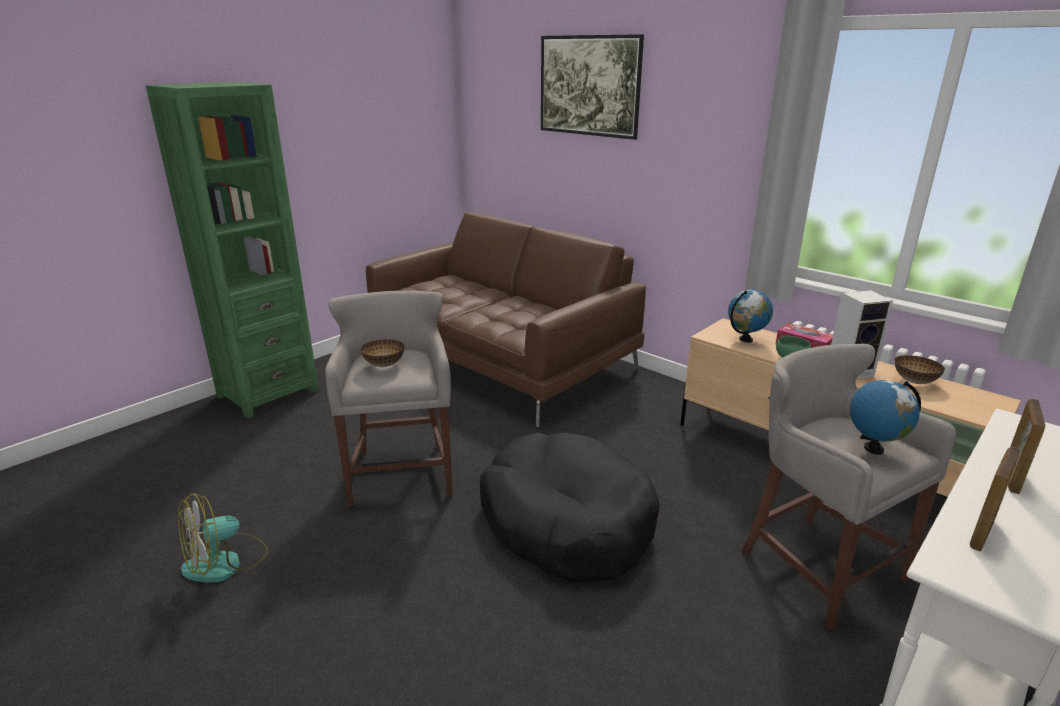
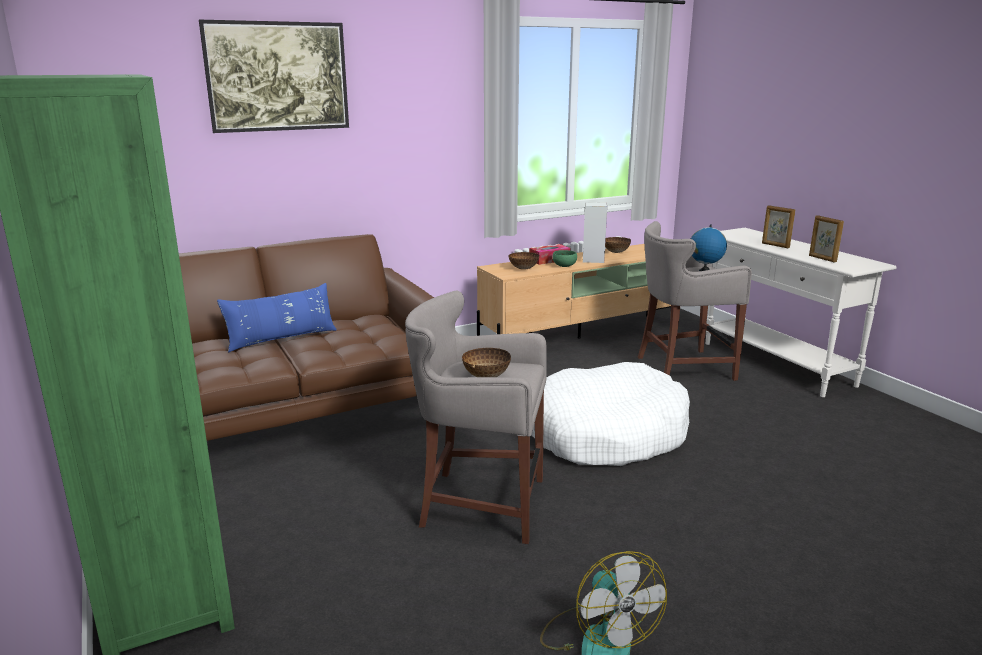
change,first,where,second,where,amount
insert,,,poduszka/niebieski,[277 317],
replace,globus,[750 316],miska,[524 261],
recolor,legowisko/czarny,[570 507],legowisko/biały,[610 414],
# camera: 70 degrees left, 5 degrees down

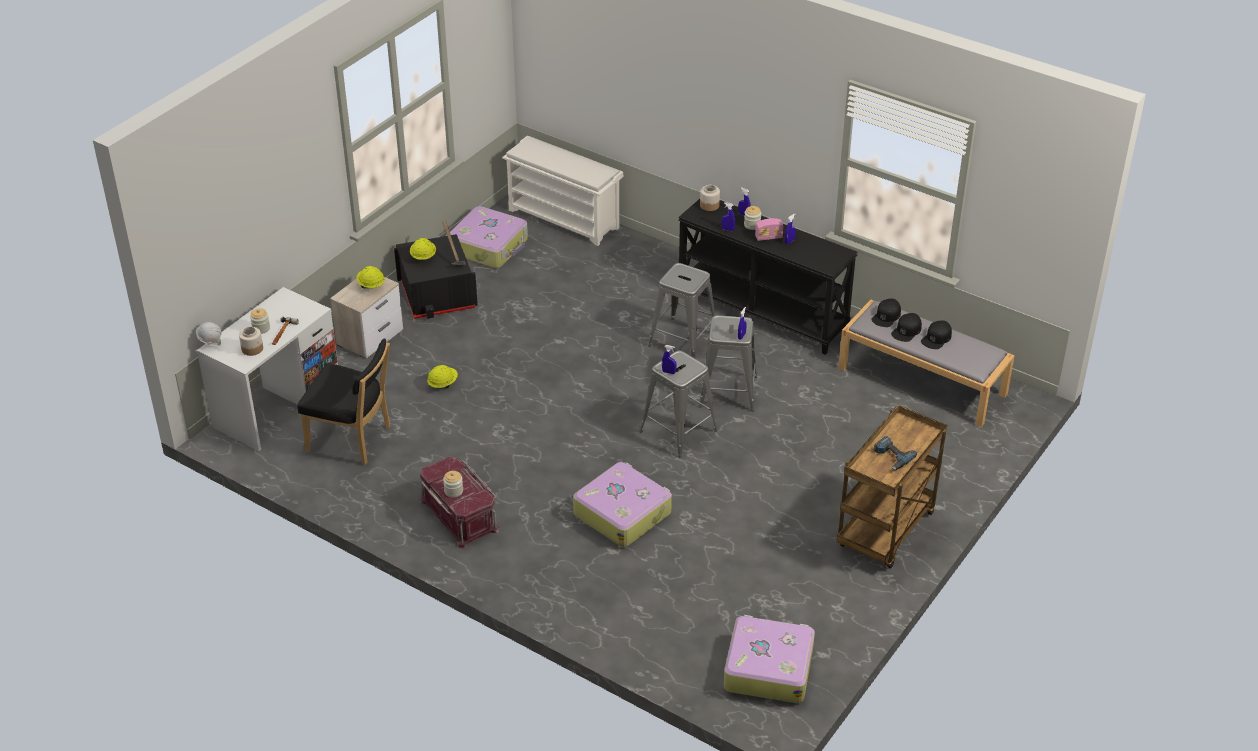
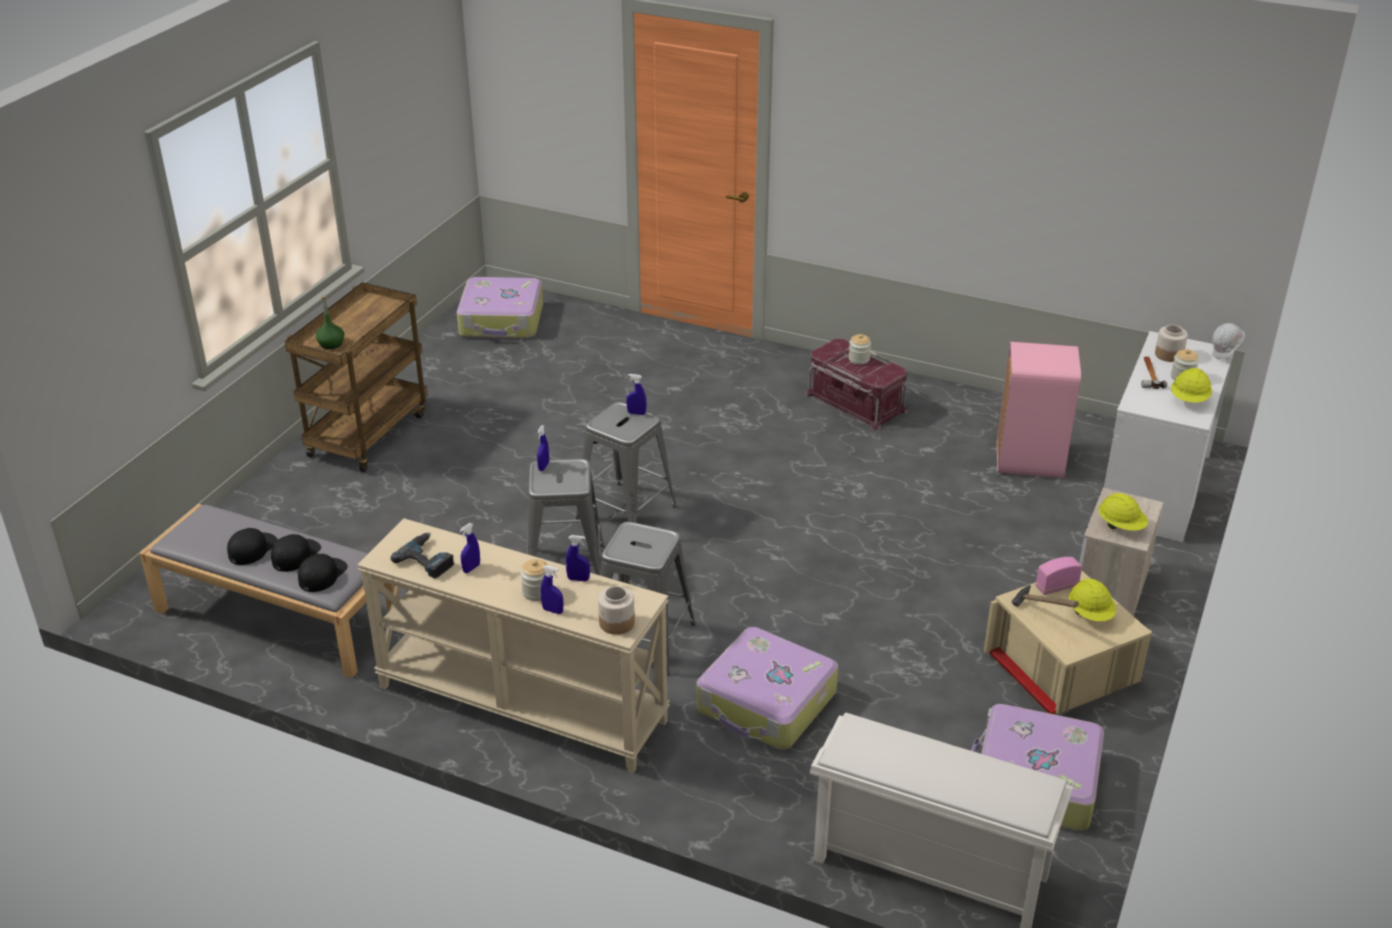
change,first,where,second,where,amount
insert,,,butelka/zielony,[330 322],
move,kask/żółty,[442 376],,[1191 385],
move,walizka,[622 504],,[767 688],
move,radio,[769 229],,[1059 576],
move,wiertarka,[895 453],,[422 555],
replace,krzesło/czarny,[344 401],kosz na śmieci/różowy,[1039 410],
recolor,pojemnik do przechowywania/czarny,[436 276],pojemnik do przechowywania/beżowy,[1068 642],
recolor,stolik konsolowy/czarny,[768 277],stolik konsolowy/beżowy,[513 645],
# camera: 170 degrees right, 5 degrees down

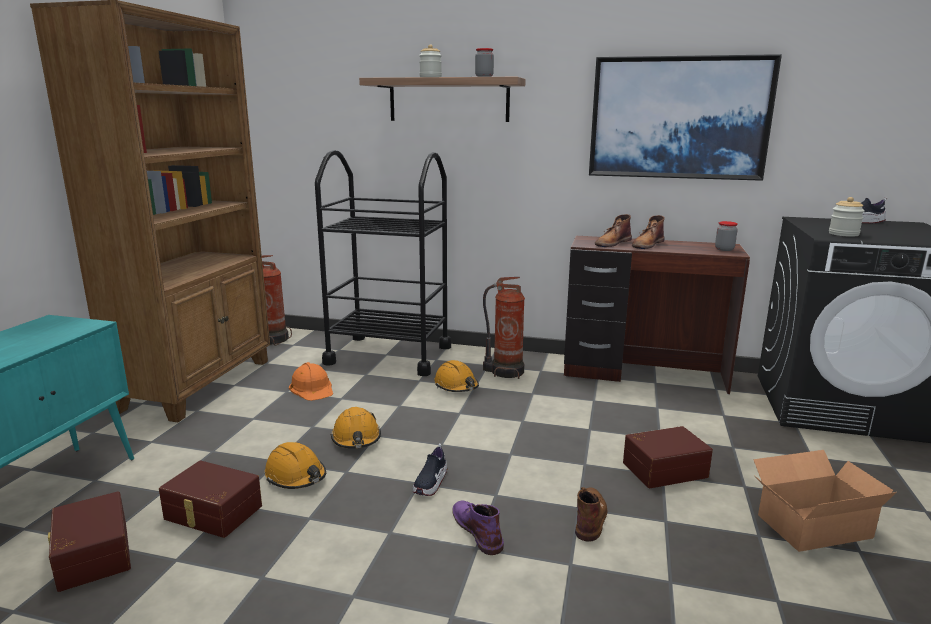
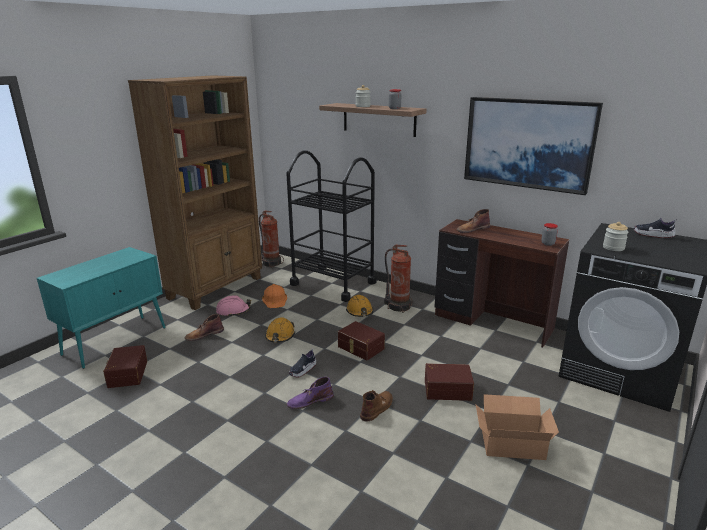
change,first,where,second,where,amount
delete,kask/pomarańczowy,[295 465],,,
insert,,,kask/różowy,[233 306],
move,pojemnik do przechowywania/brązowy,[210 499],,[361 341],
move,but z cholewką/brązowy,[648 232],,[204 327],
rotate,but z cholewką/fioletowy,[478 528],,[310 393],105 degrees counterclockwise
# camera: 20 degrees right, 5 degrees up

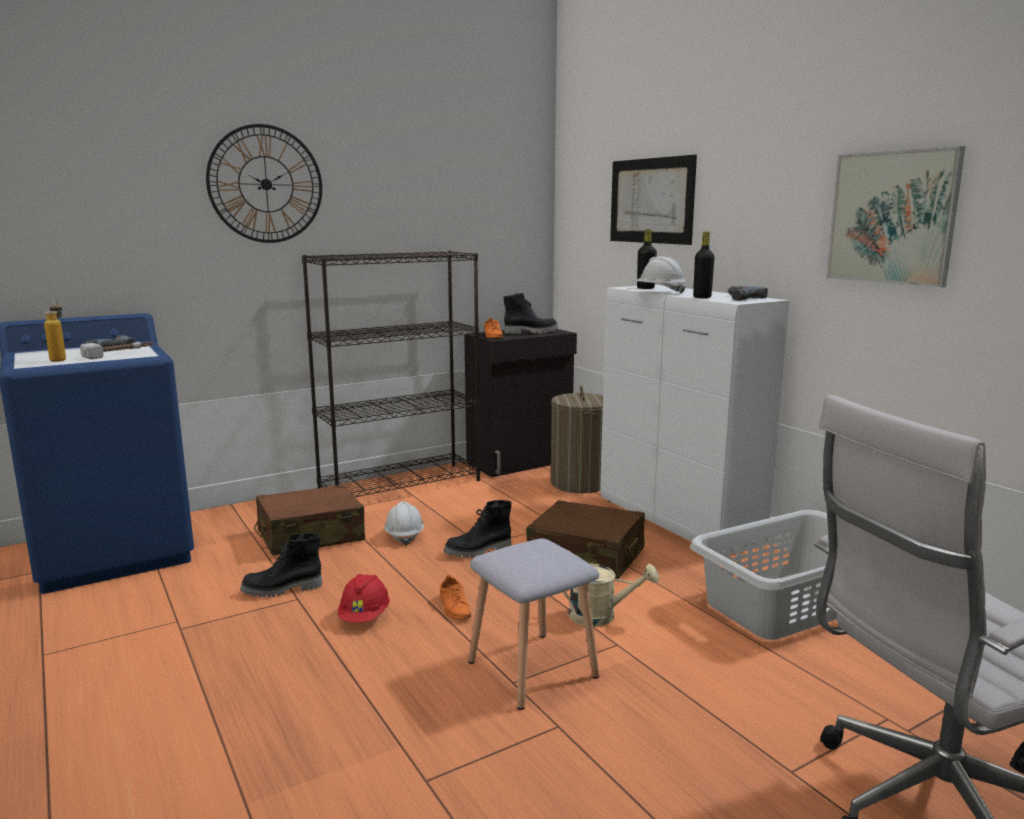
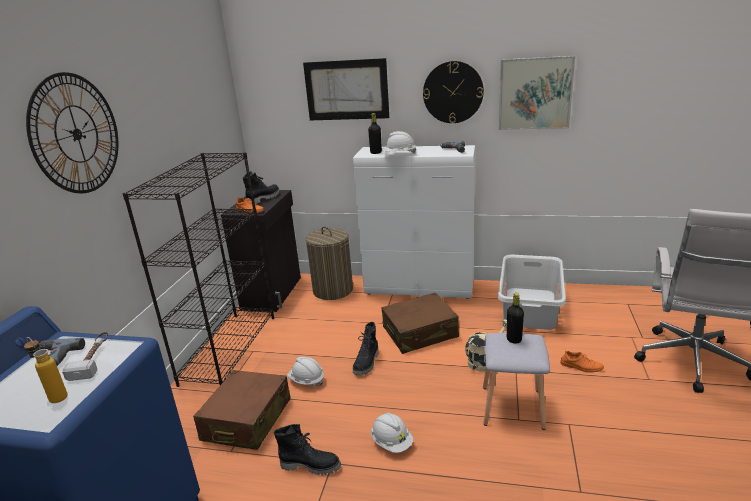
change,first,where,second,where,amount
insert,,,zegar ścienny,[453 92],
move,but/pomarańczowy,[455 597],,[582 361],
move,butelka/czarny,[704 264],,[515 318],
recolor,kask/czerwony,[364 598],kask/biały,[392 433],
rotate,but z cholewką/czarny,[281 565],,[307 449],105 degrees counterclockwise
# camera: 45 degrees left, 10 degrees up

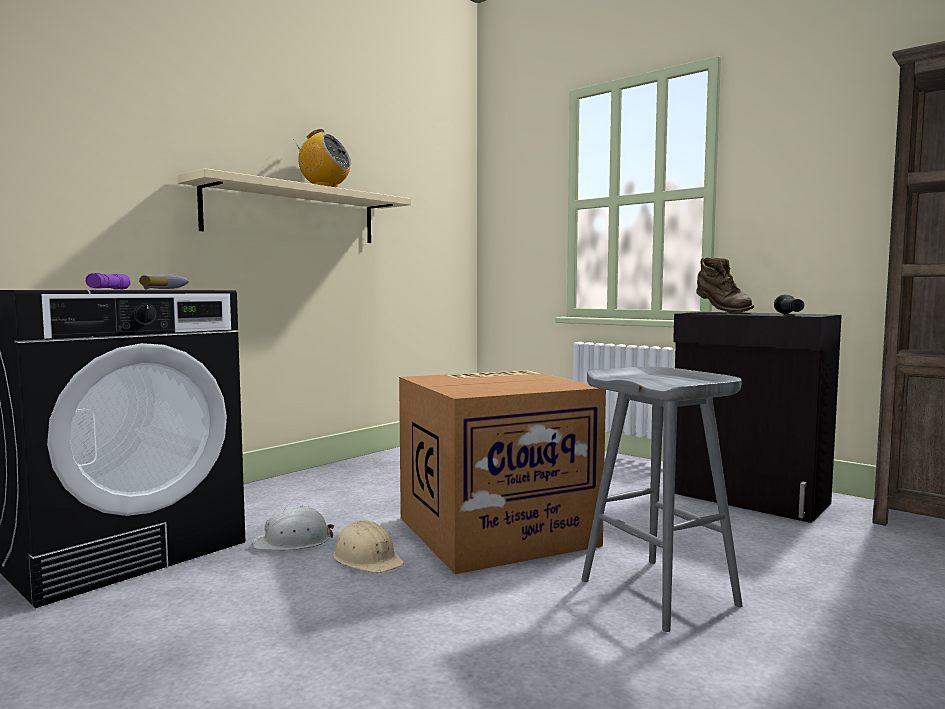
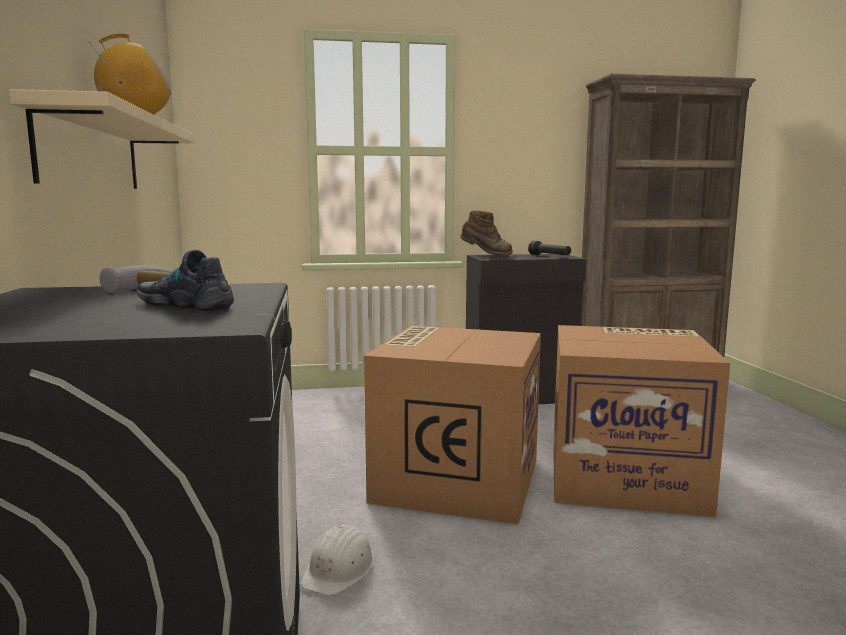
change,first,where,second,where,amount
delete,kask/beżowy,[368 546],,,
replace,latarka/fioletowy,[108 281],but,[185 280],
replace,stołek/szary,[662 499],karton,[641 421],
# camera: 50 degrees left, 5 degrees up

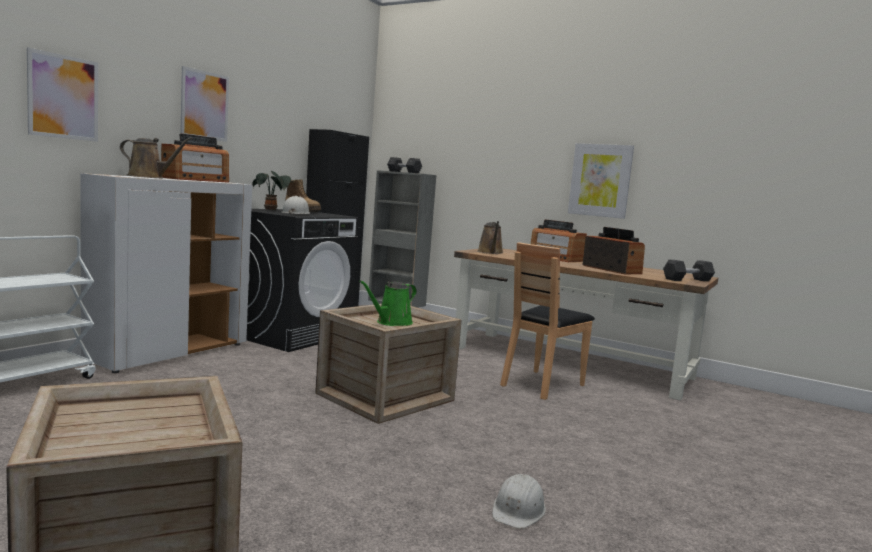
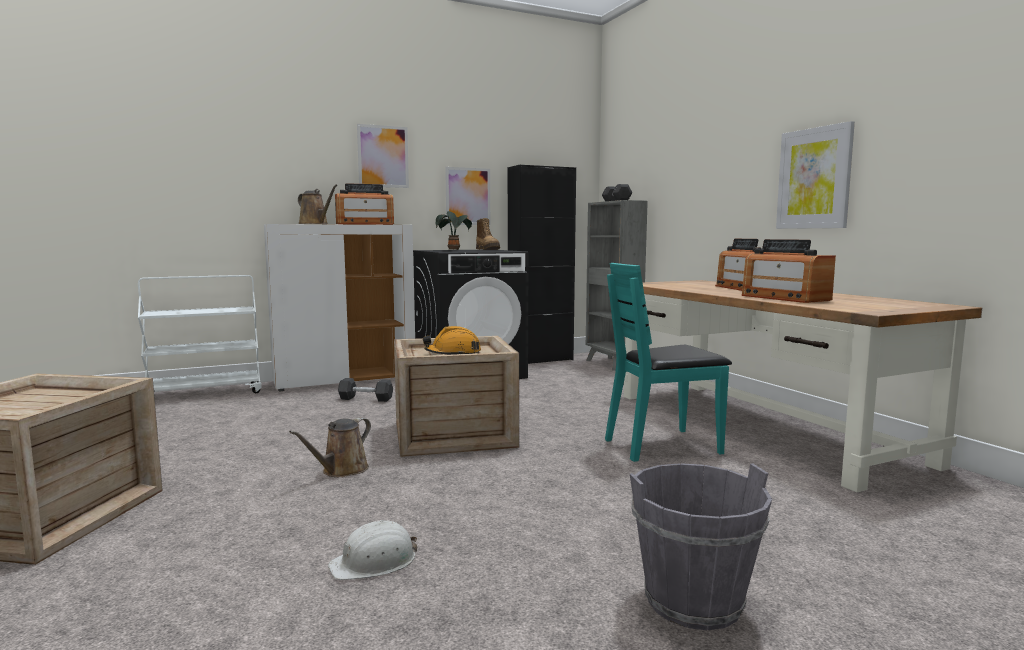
change,first,where,second,where,amount
delete,kask/biały,[295 205],,,
insert,,,wiadro/szary,[701 546],
move,obraz,[62 94],,[467 196],
move,konewka/brązowy,[490 237],,[330 447],
move,hantel/szary,[689 270],,[365 390],
replace,konewka/zielony,[388 303],kask/pomarańczowy,[452 340],
recolor,krzesło/brązowy,[547 321],krzesło/turkusowy,[668 362],
rotate,radio,[613 250],,[789 271],150 degrees clockwise
# camera: 35 degrees right, 0 degrees up

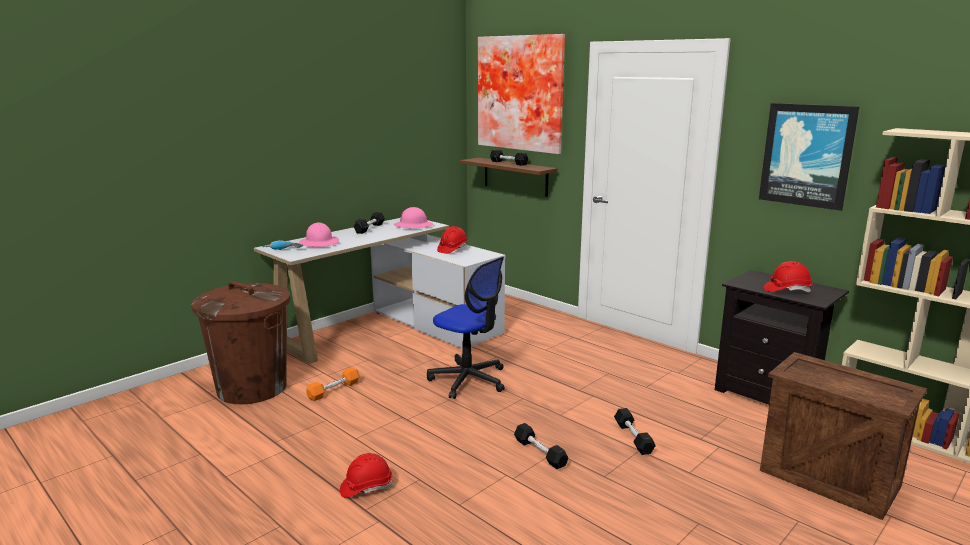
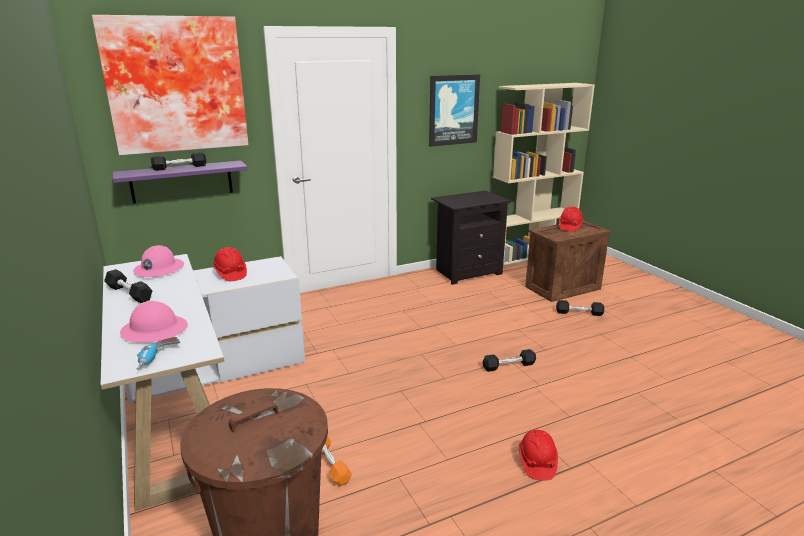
change,first,where,second,where,amount
delete,krzesło biurowe,[466 328],,,
move,hantel/czarny,[635 431],,[580 308],
move,kask/czerwony,[788 276],,[571 218],
recolor,półka/brązowy,[508 177],półka/fioletowy,[180 182],
# camera: 70 degrees left, 5 degrees up

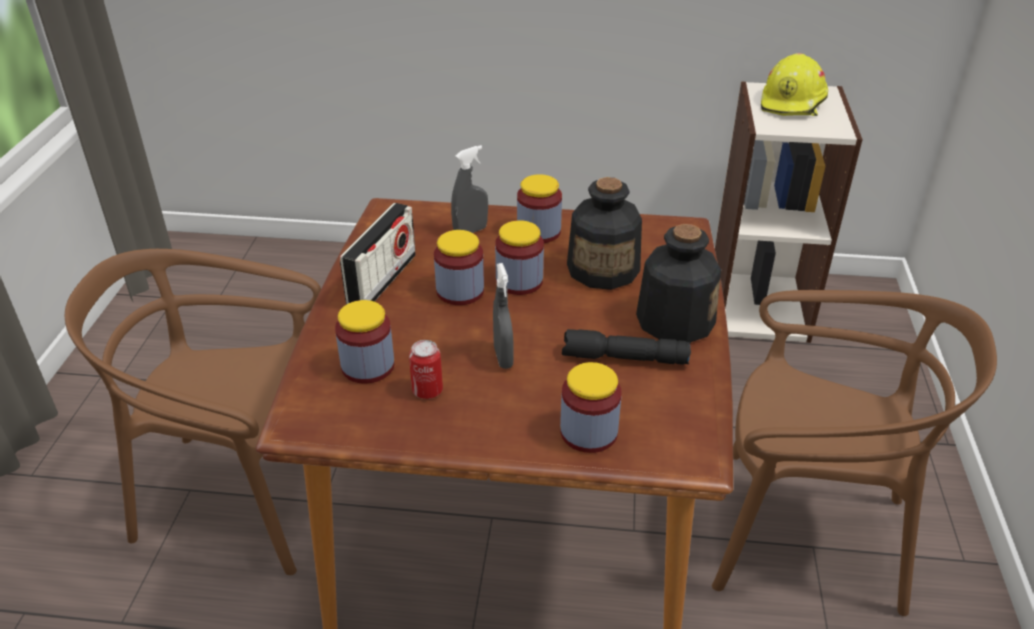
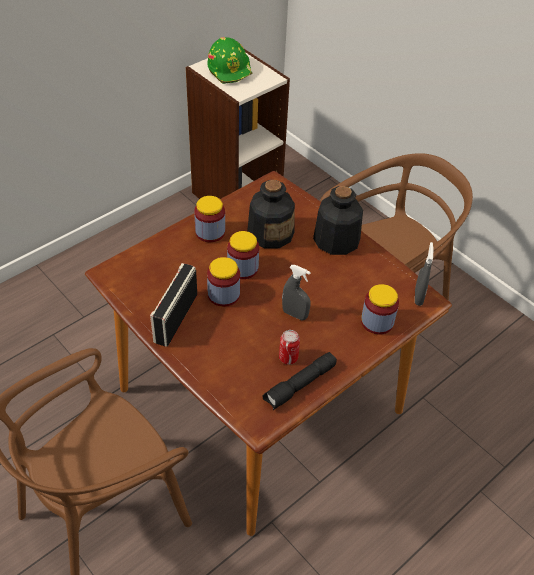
change,first,where,second,where,amount
delete,słoik,[364 342],,,
move,spryskiwacz/szary,[469 189],,[424 274],
move,latarka/czarny,[626 347],,[299 381],
recolor,kask/żółty,[794 84],kask/zielony,[230 60],
rotate,radio,[378 254],,[173 305],135 degrees counterclockwise
# camera: 50 degrees left, 10 degrees up

